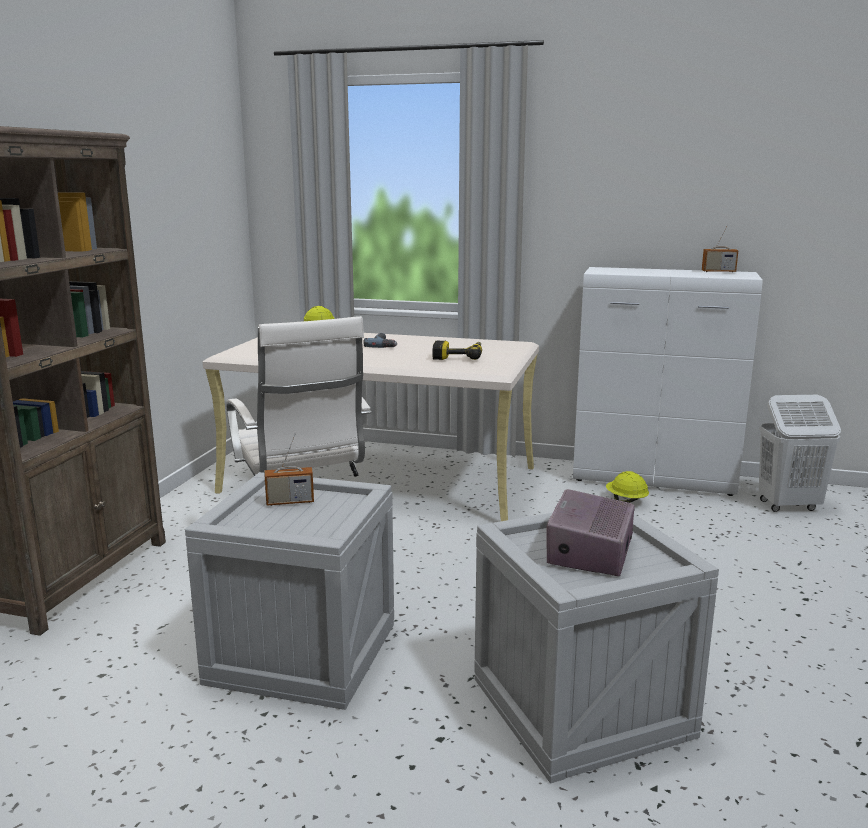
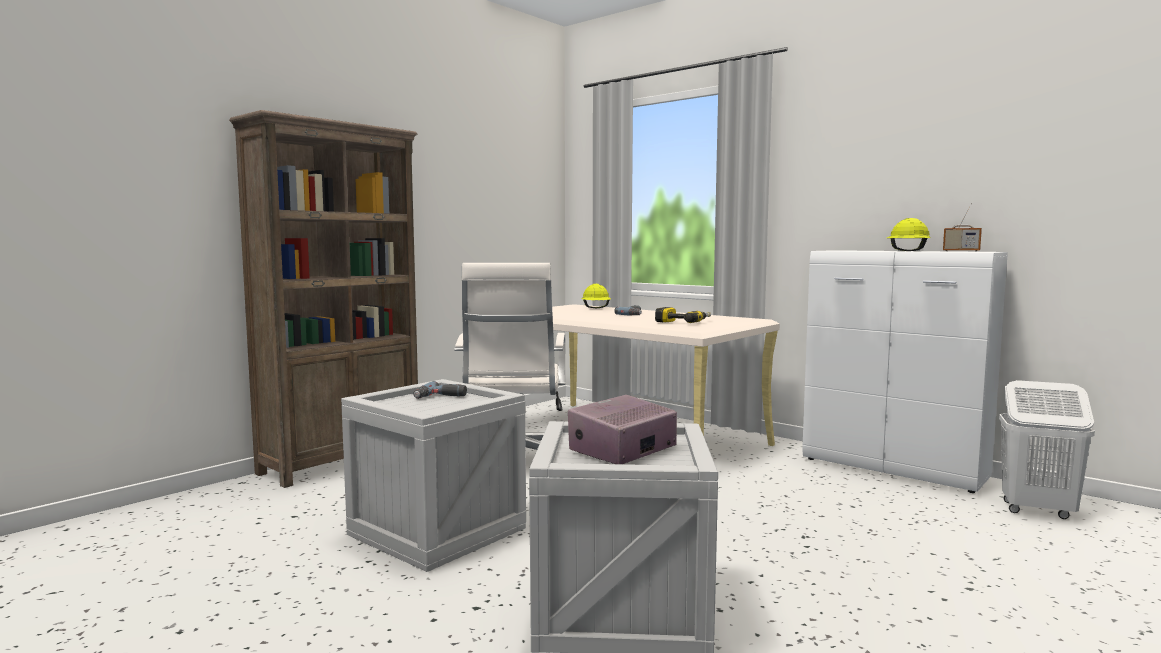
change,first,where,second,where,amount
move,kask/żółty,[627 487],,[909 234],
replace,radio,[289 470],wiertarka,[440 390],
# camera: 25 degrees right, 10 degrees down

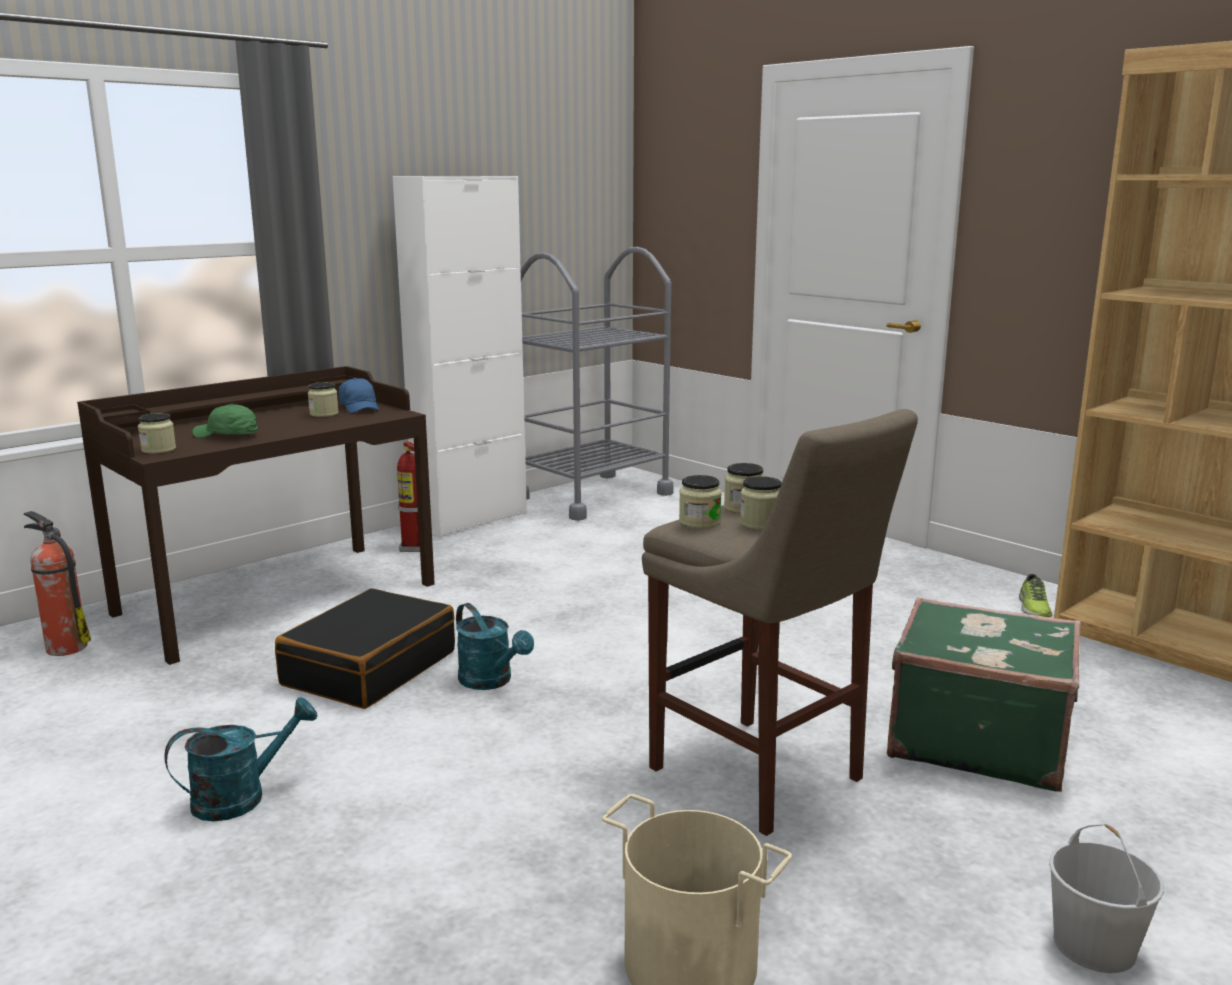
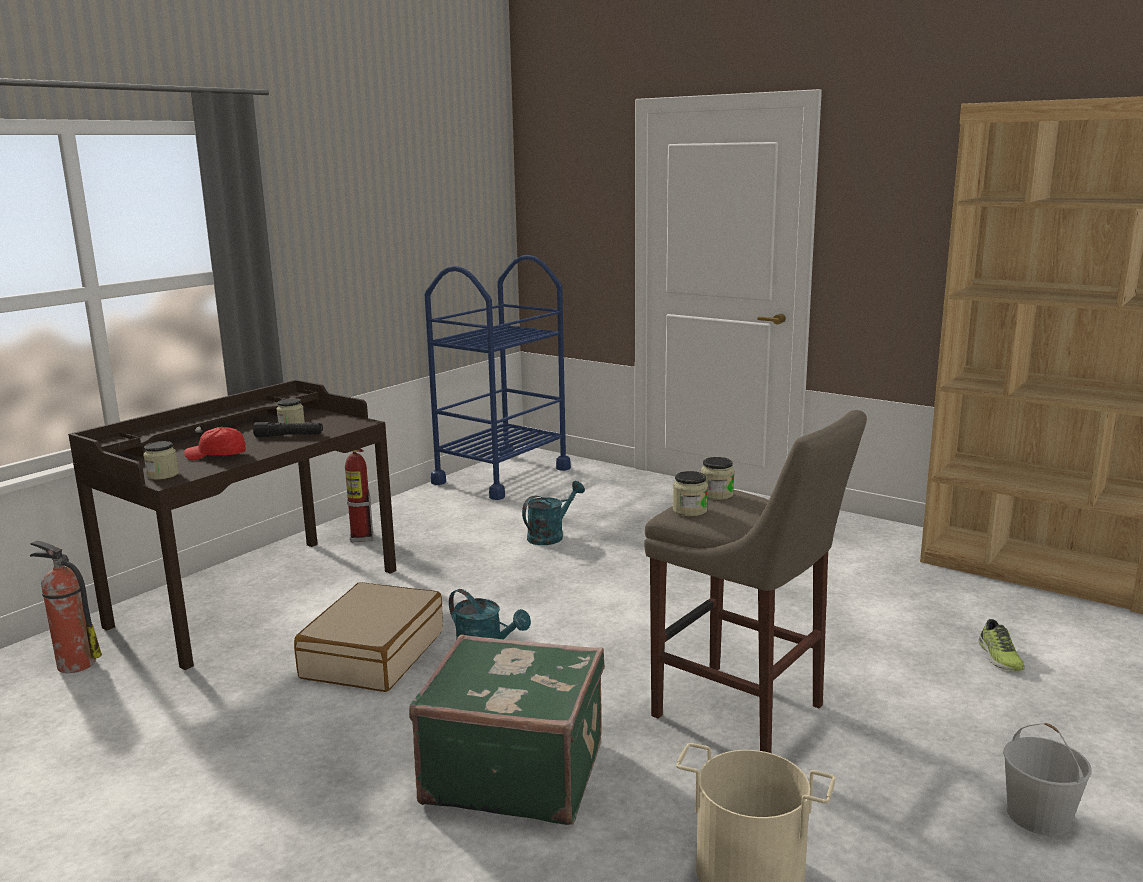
change,first,where,second,where,amount
delete,czapka z daszkiem/niebieski,[359 395],,,
delete,szafka/biały,[460 356],,,
delete,słoik,[761 503],,,
insert,,,latarka/czarny,[288 429],
move,konewka/turkusowy,[240 759],,[553 513],
move,walizka/zielony,[984 694],,[507 729],
move,but,[1035 595],,[1002 645],
recolor,czapka z daszkiem/zielony,[225 421],czapka z daszkiem/czerwony,[215 443],
recolor,walizka/czarny,[365 648],walizka/beżowy,[368 637],
recolor,wózek/szary,[597 384],wózek/niebieski,[498 377],
# camera: 10 degrees left, 0 degrees up

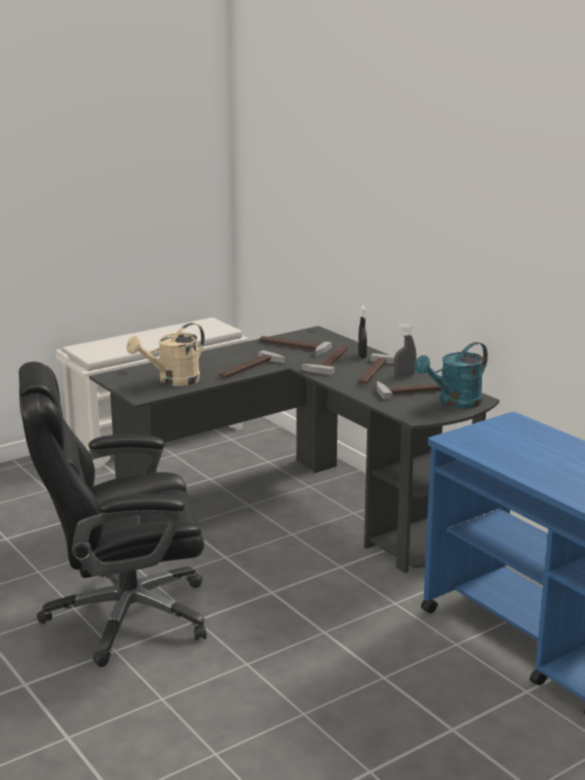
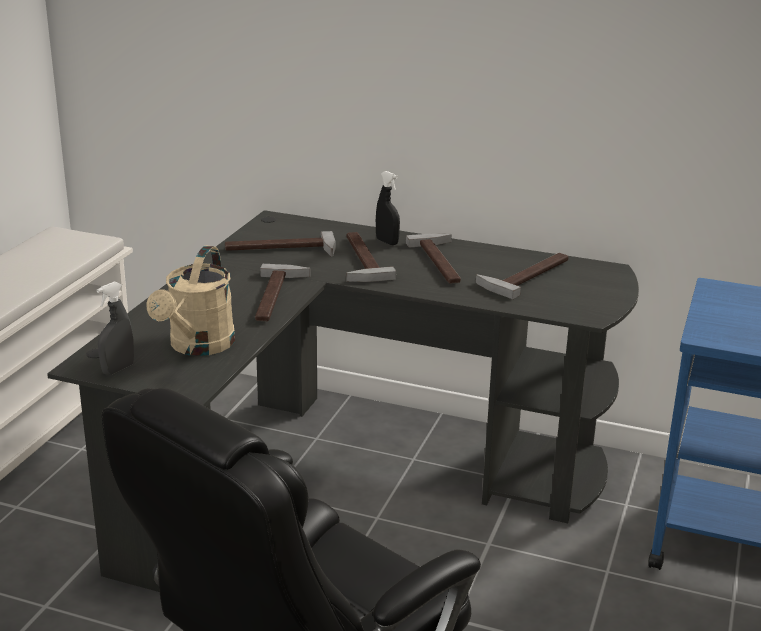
change,first,where,second,where,amount
delete,konewka/turkusowy,[451 375],,,
move,spryskiwacz/szary,[405 350],,[115 328],
# camera: 35 degrees left, 5 degrees up

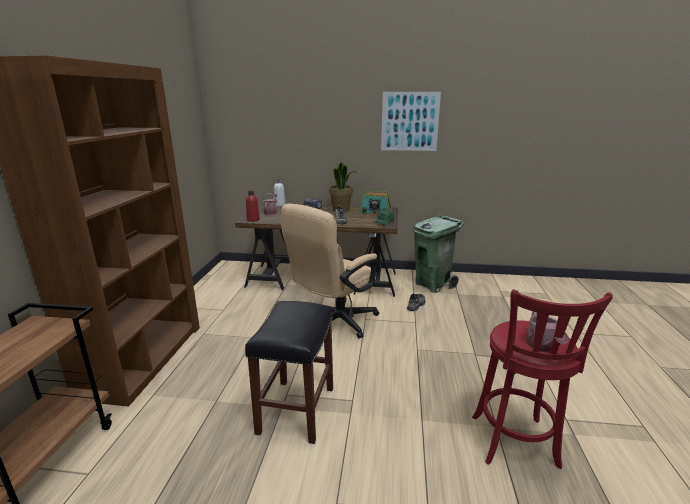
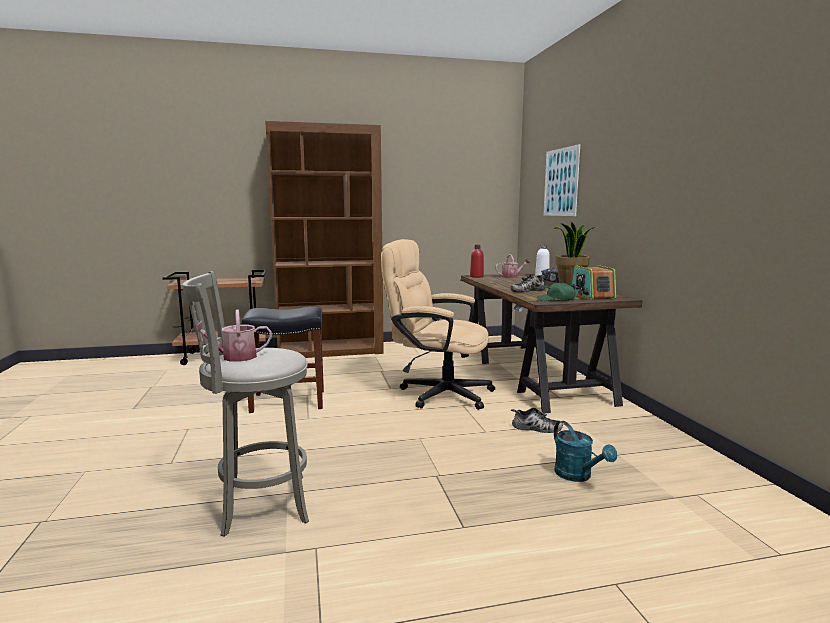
change,first,where,second,where,amount
delete,kosz na śmieci/zielony,[438 254],,,
insert,,,konewka/turkusowy,[585 451],
move,obraz,[411 121],,[561 180],
recolor,stołek/czerwony,[542 379],stołek/szary,[245 404],
# camera: 70 degrees right, 10 degrees down

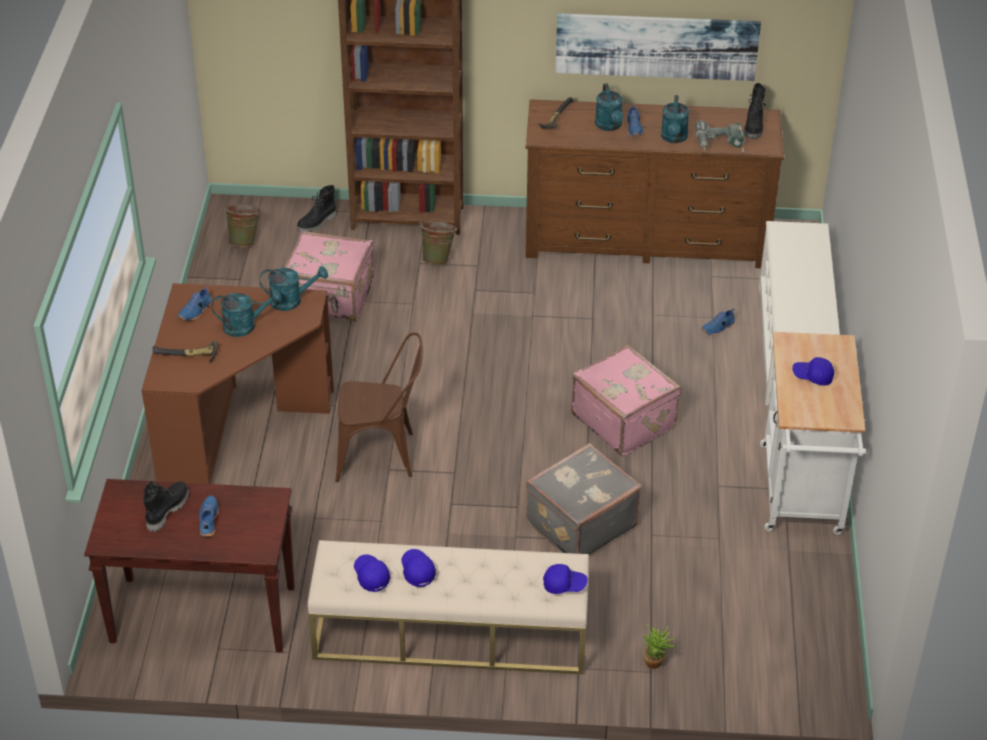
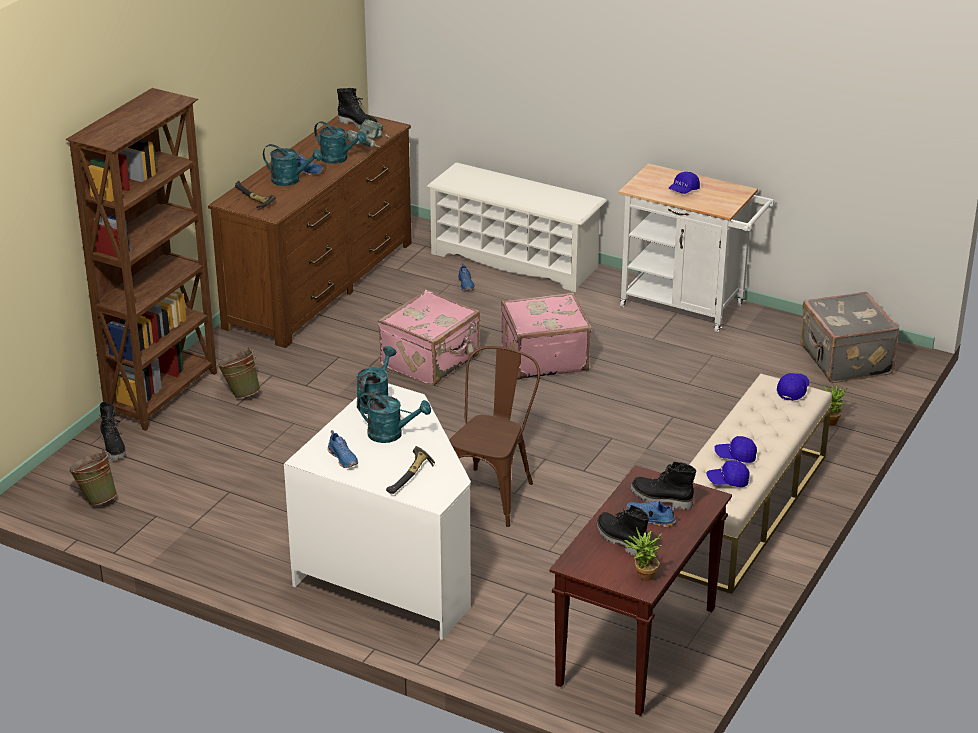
change,first,where,second,where,amount
delete,obraz,[658 47],,,
insert,,,roślina doniczkowa,[643 554],
insert,,,but z cholewką/czarny,[663 486],
move,walizka/różowy,[329 276],,[429 338],
move,walizka/szary,[584 499],,[849 337],
recolor,biurko/brązowy,[238 383],biurko/biały,[377 511],
rotate,konewka/turkusowy,[247 313],,[394 417],90 degrees clockwise
# camera: 65 degrees left, 10 degrees down

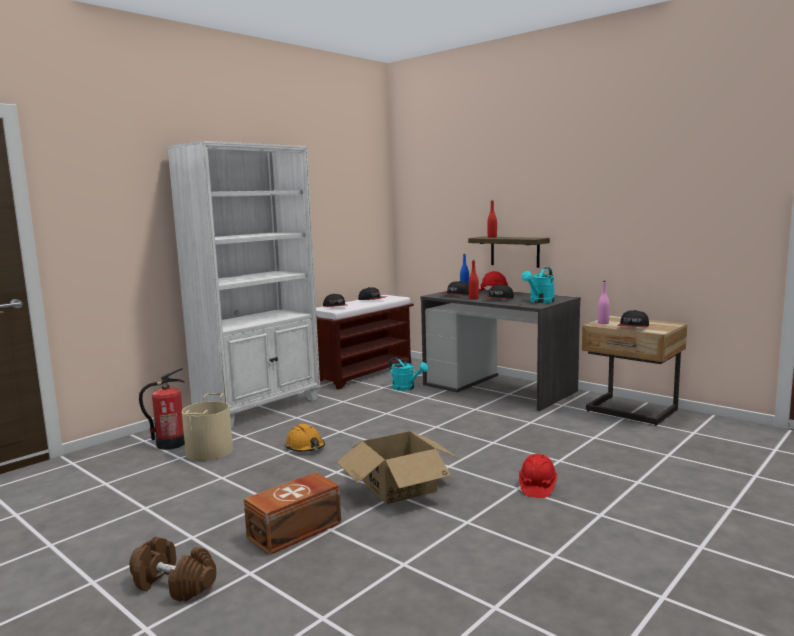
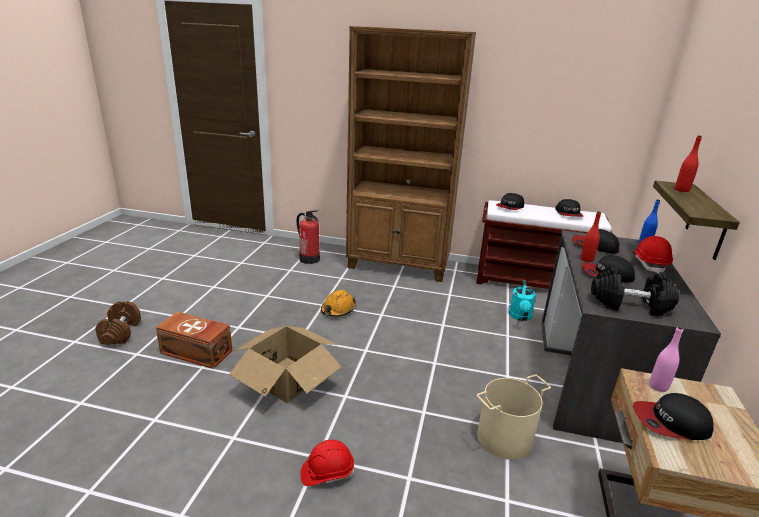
change,first,where,second,where,amount
move,wiadro/beżowy,[207 427],,[514 417],
replace,konewka/turkusowy,[538 285],hantel/czarny,[635 292],
recolor,regał/biały,[243 284],regał/brązowy,[411 154],
# camera: 60 degrees right, 15 degrees up

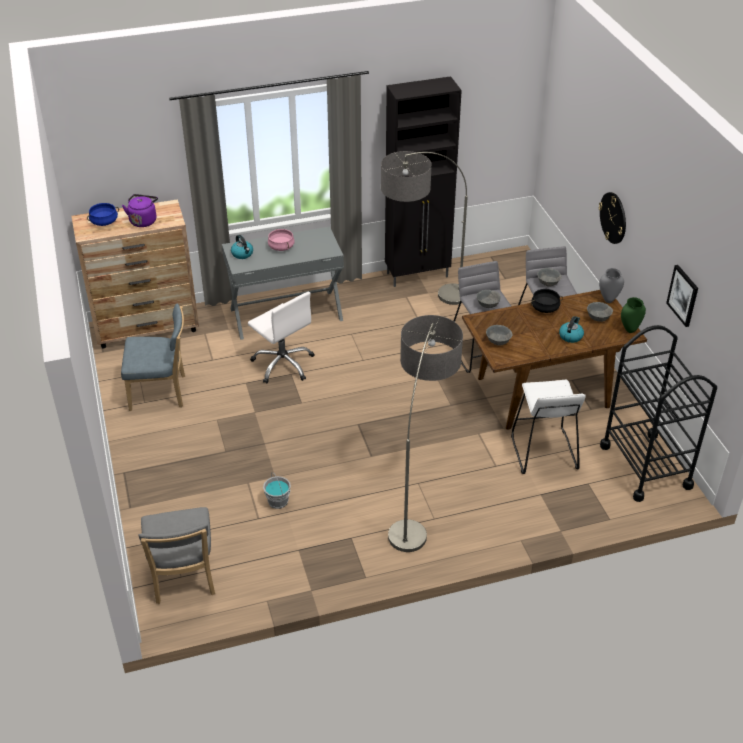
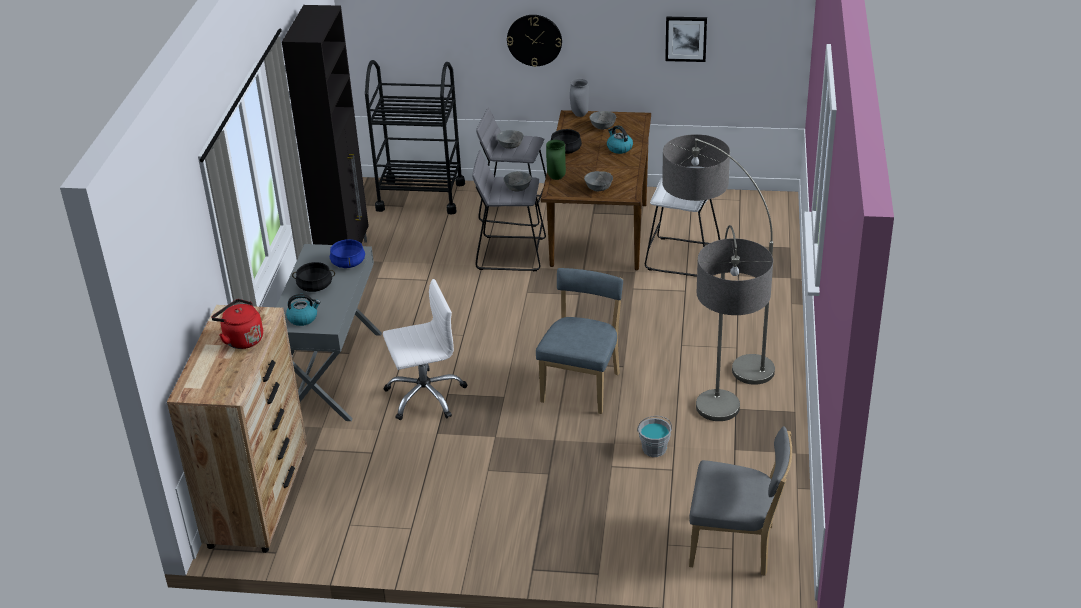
change,first,where,second,where,amount
move,garnek/niebieski,[103 214],,[347 253],
move,krzesło/niebieski,[153 357],,[579 341],
move,lampa stojąca,[424 228],,[734 323],
move,wózek/czarny,[658 413],,[415 137],
move,wazon/zielony,[633 315],,[556 160],
recolor,czajnik/fioletowy,[140 210],czajnik/czerwony,[237 324],
recolor,garnek/różowy,[281 240],garnek/czarny,[313 277],
# camera: 65 degrees left, 5 degrees down

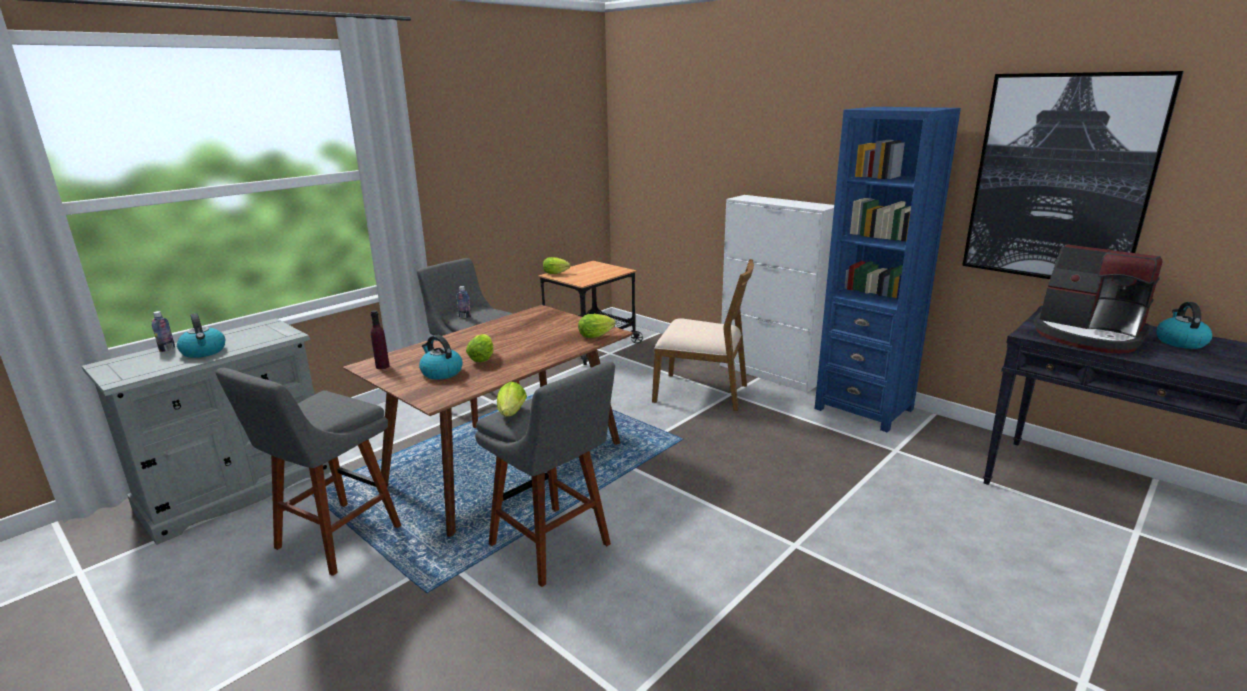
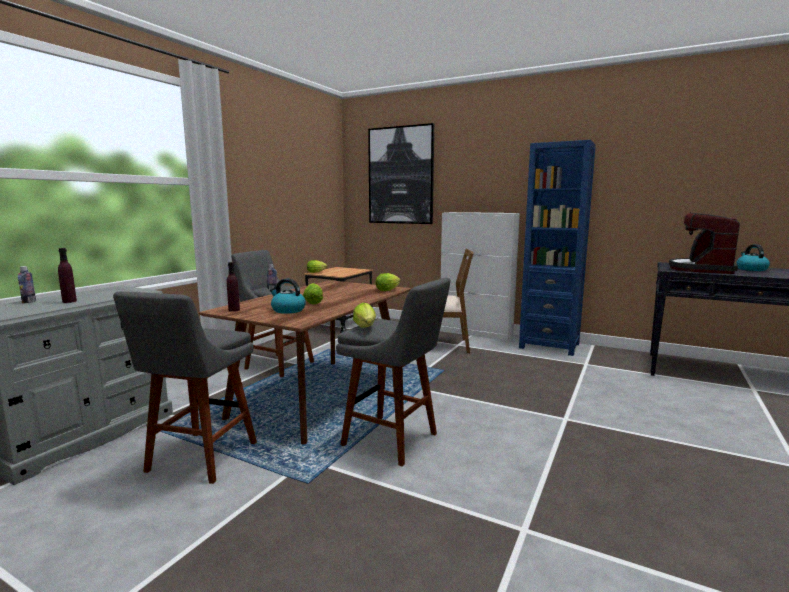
change,first,where,second,where,amount
move,obraz,[1073 175],,[401 173],
replace,czajnik,[201 335],butelka/fioletowy,[67 275],
rotate,ekspres do kawy,[1098 299],,[704 243],90 degrees clockwise
# camera: 15 degrees left, 10 degrees down

